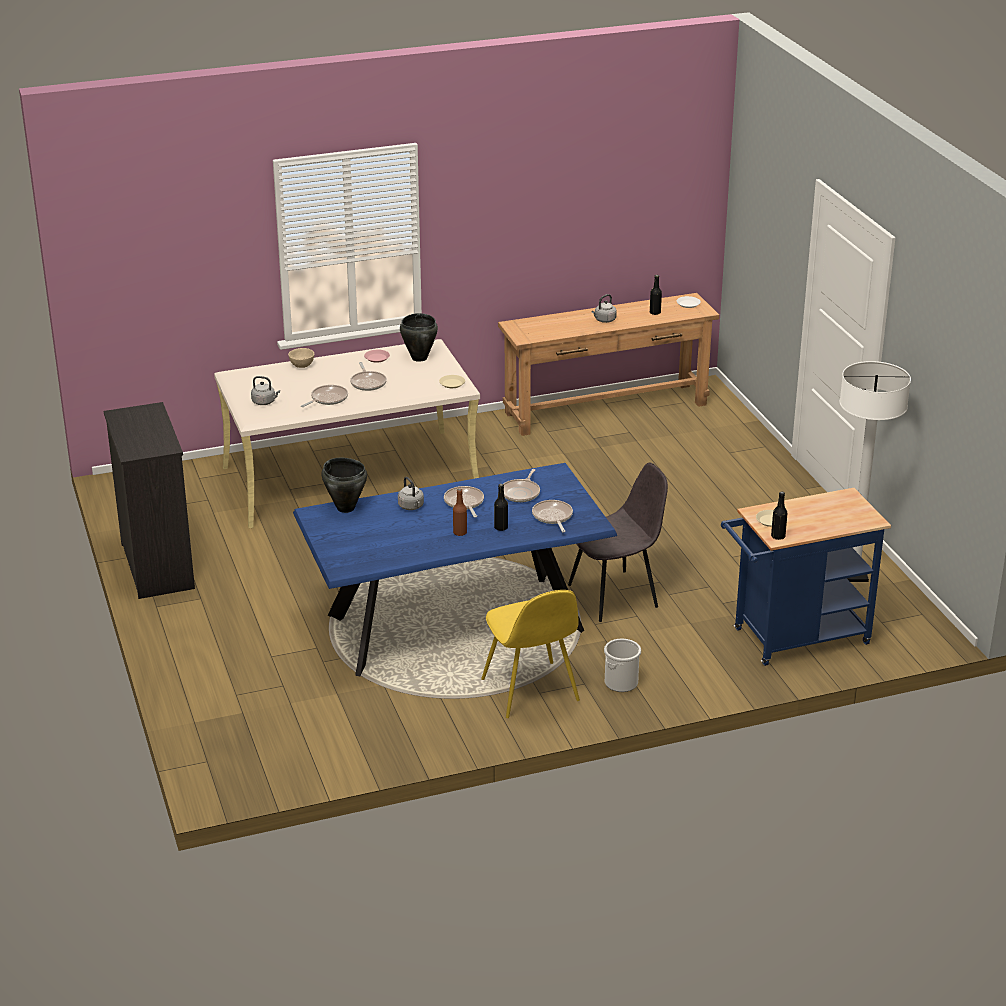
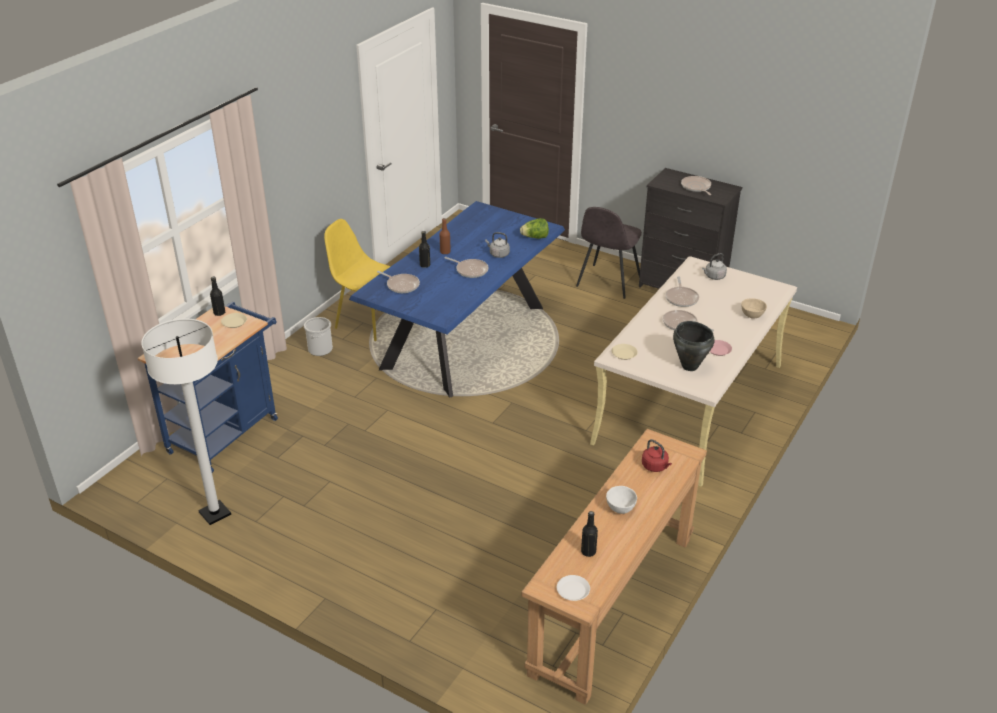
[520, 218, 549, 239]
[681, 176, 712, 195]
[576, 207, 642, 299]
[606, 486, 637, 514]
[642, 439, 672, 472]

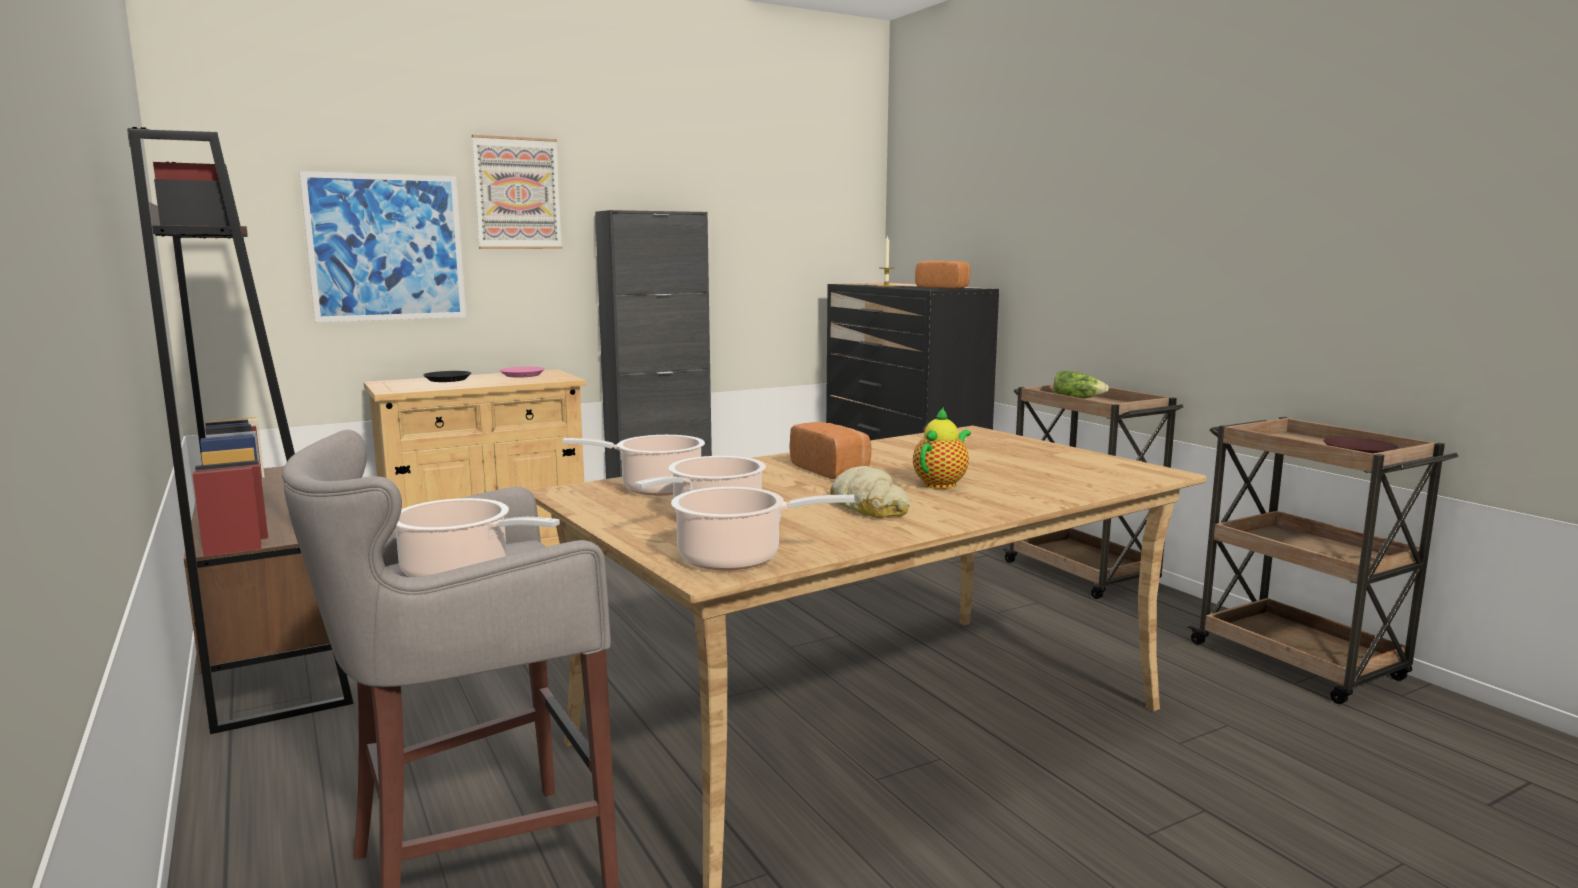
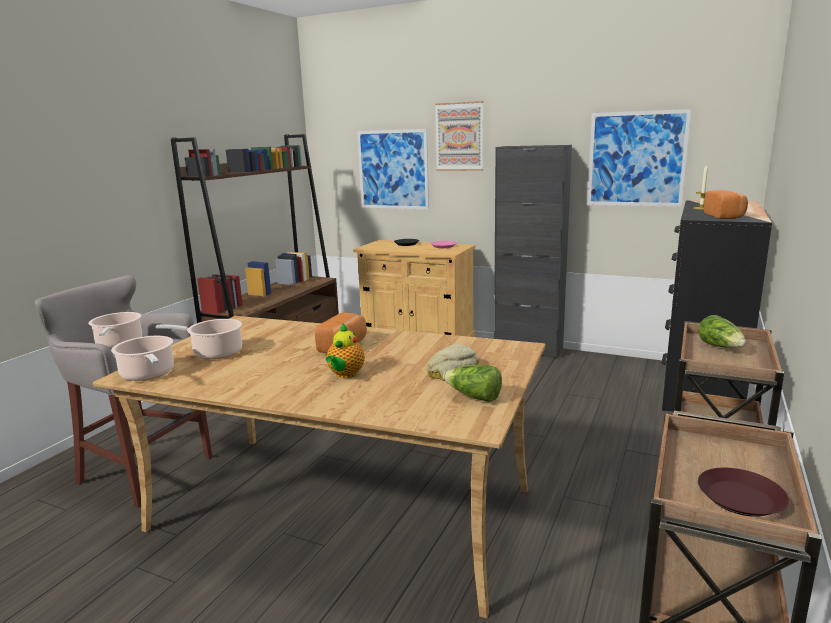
[562, 435, 705, 496] (first image)
[427, 344, 479, 381]
[326, 323, 365, 378]
[443, 365, 502, 402]
[587, 109, 692, 207]

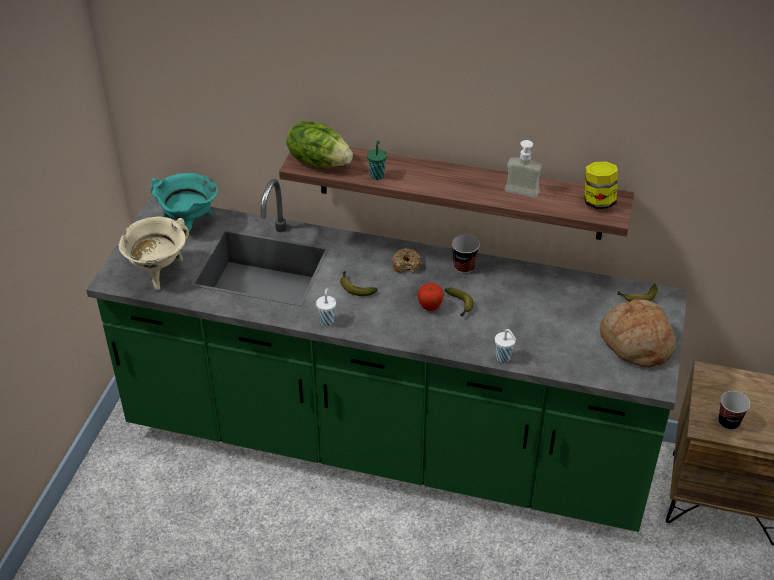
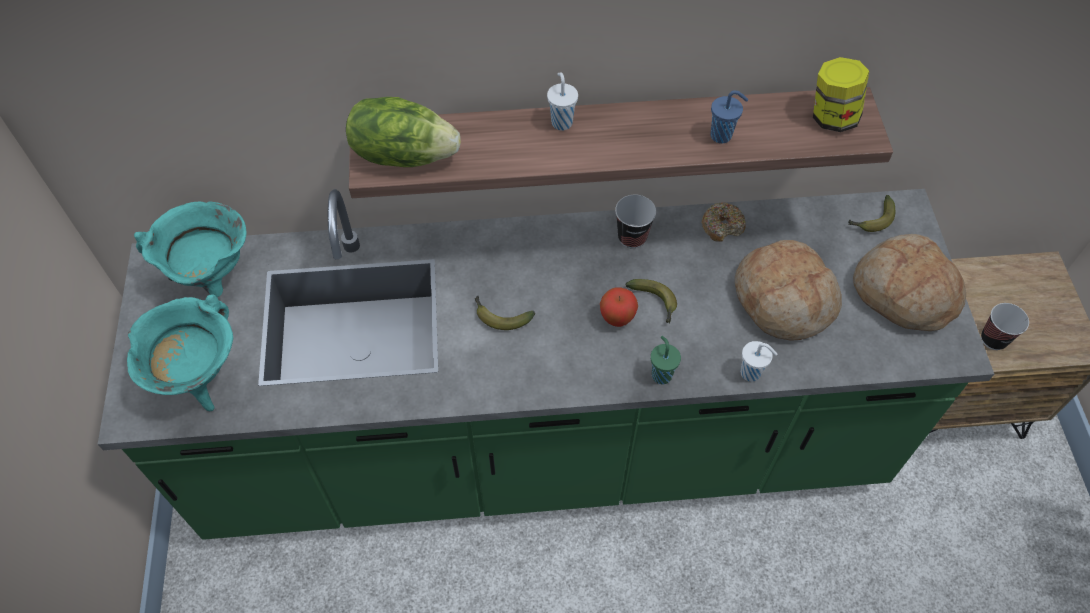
[127, 295, 233, 411]
[547, 73, 578, 130]
[651, 336, 681, 384]
[701, 202, 746, 242]
[711, 90, 748, 143]
[735, 240, 842, 341]

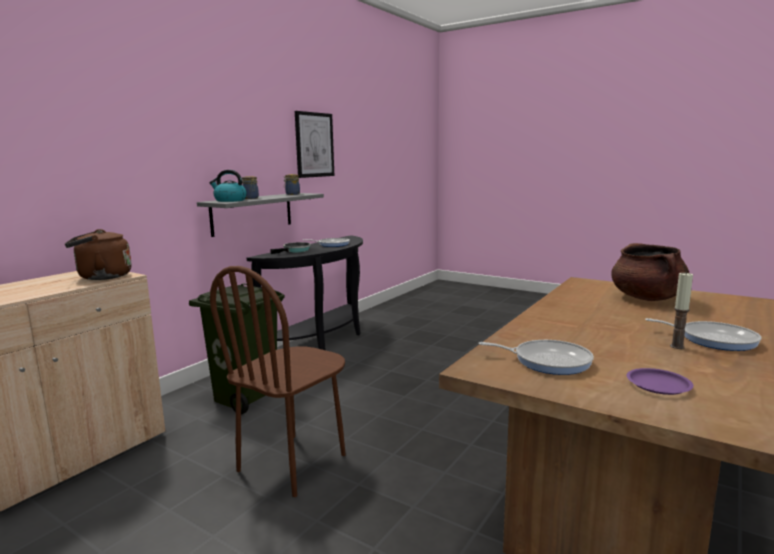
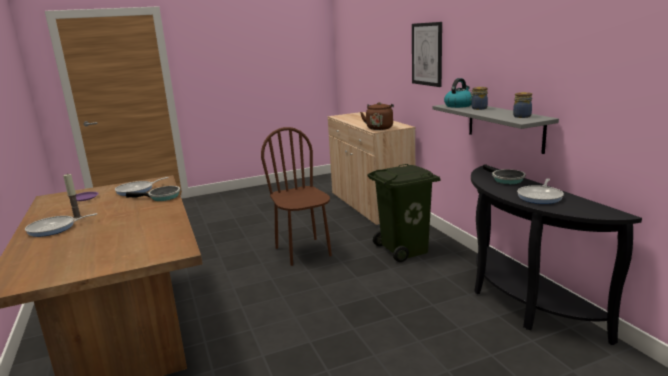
[412, 22, 442, 87]
[611, 243, 689, 301] (first image)
[126, 186, 180, 201]

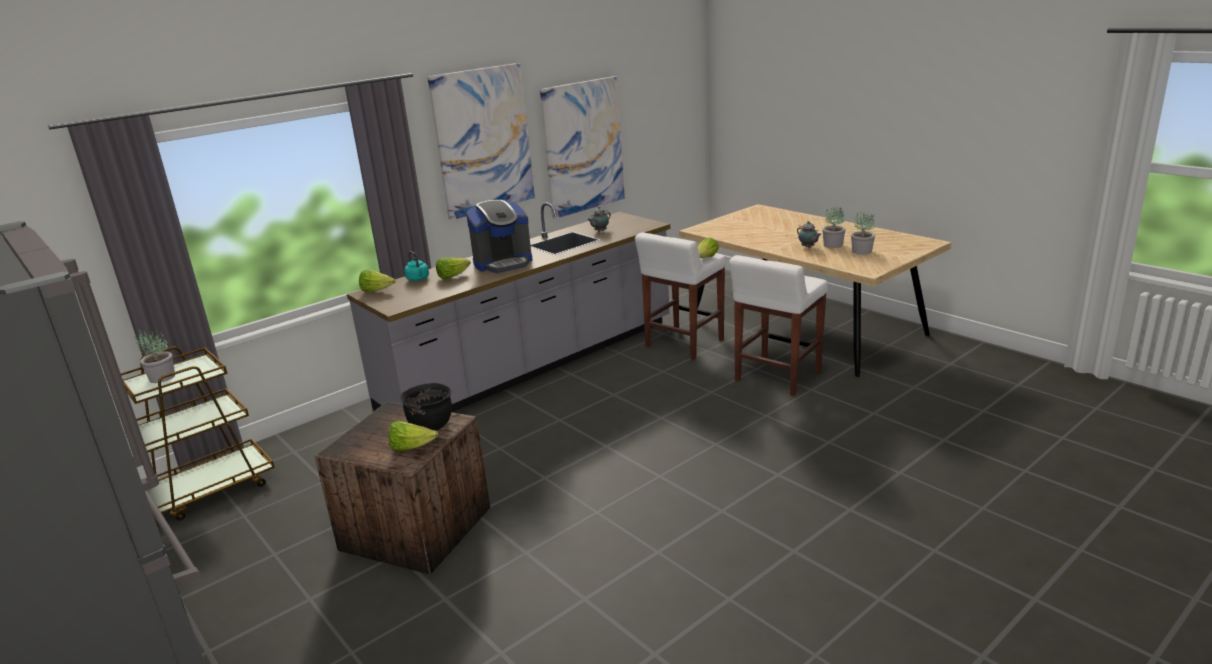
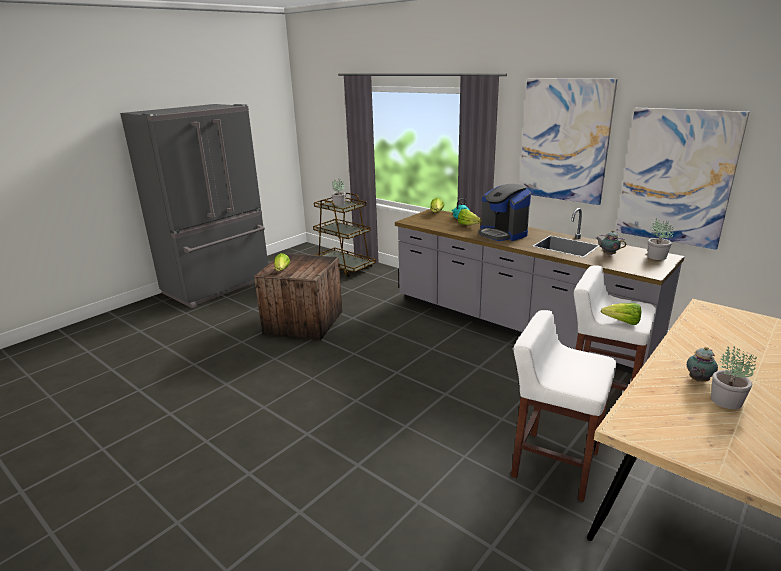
[400, 383, 452, 431] (first image)
[647, 218, 673, 260]

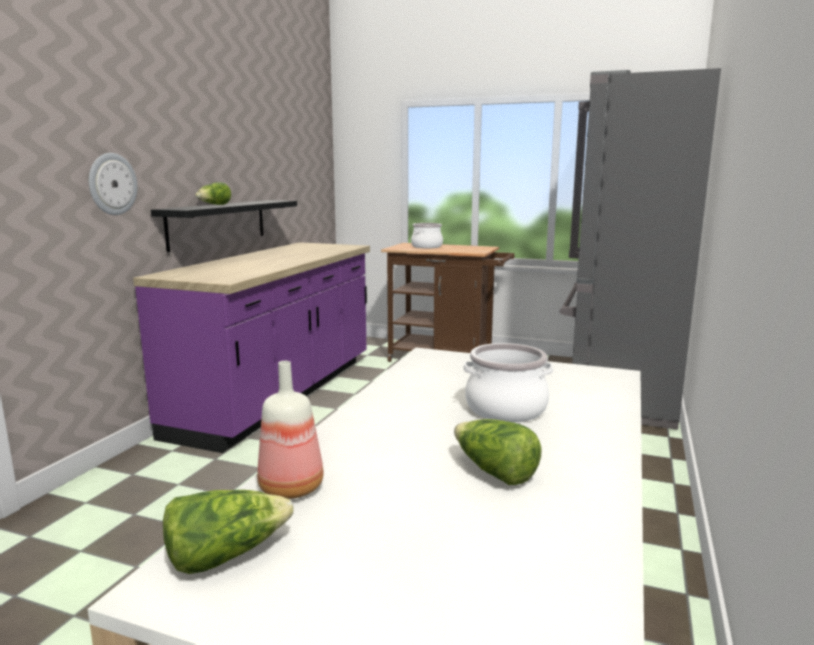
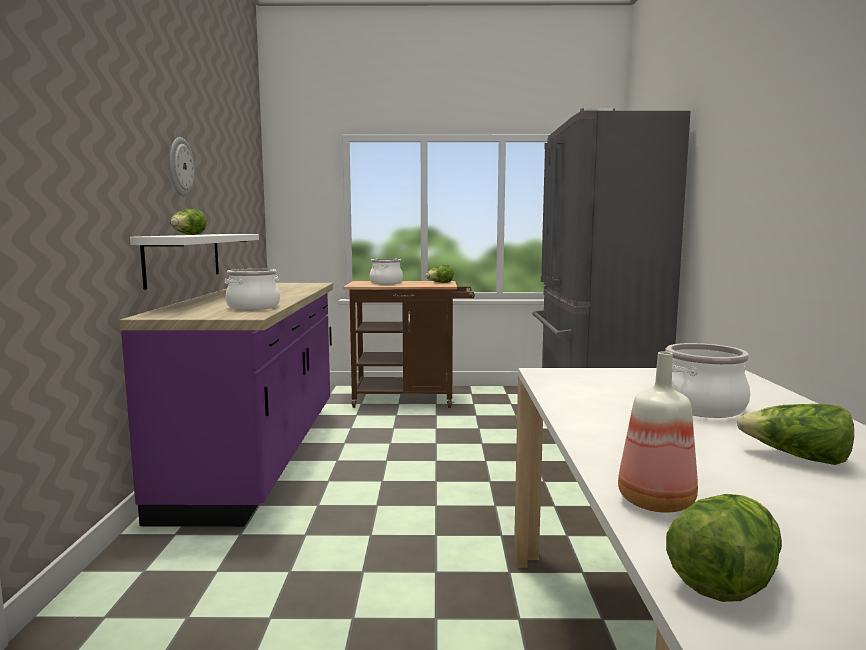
[169, 137, 195, 196]
[130, 234, 259, 290]
[225, 269, 280, 310]
[425, 265, 454, 283]

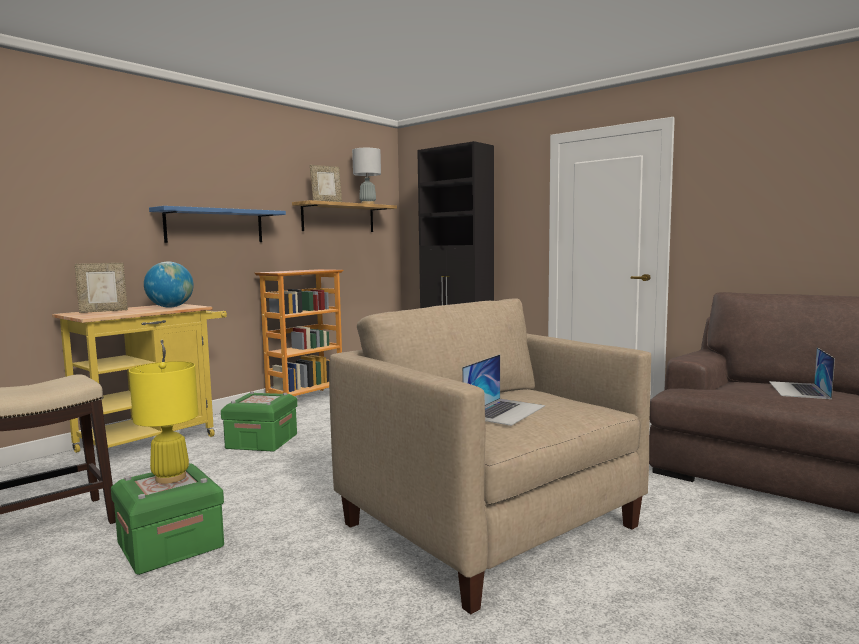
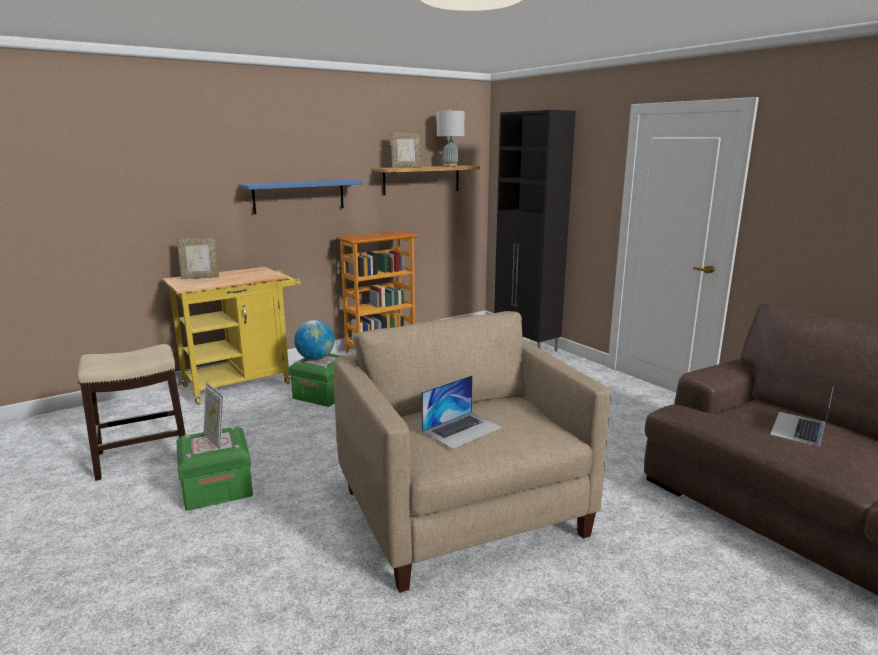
[203, 382, 224, 450]
[294, 320, 335, 360]

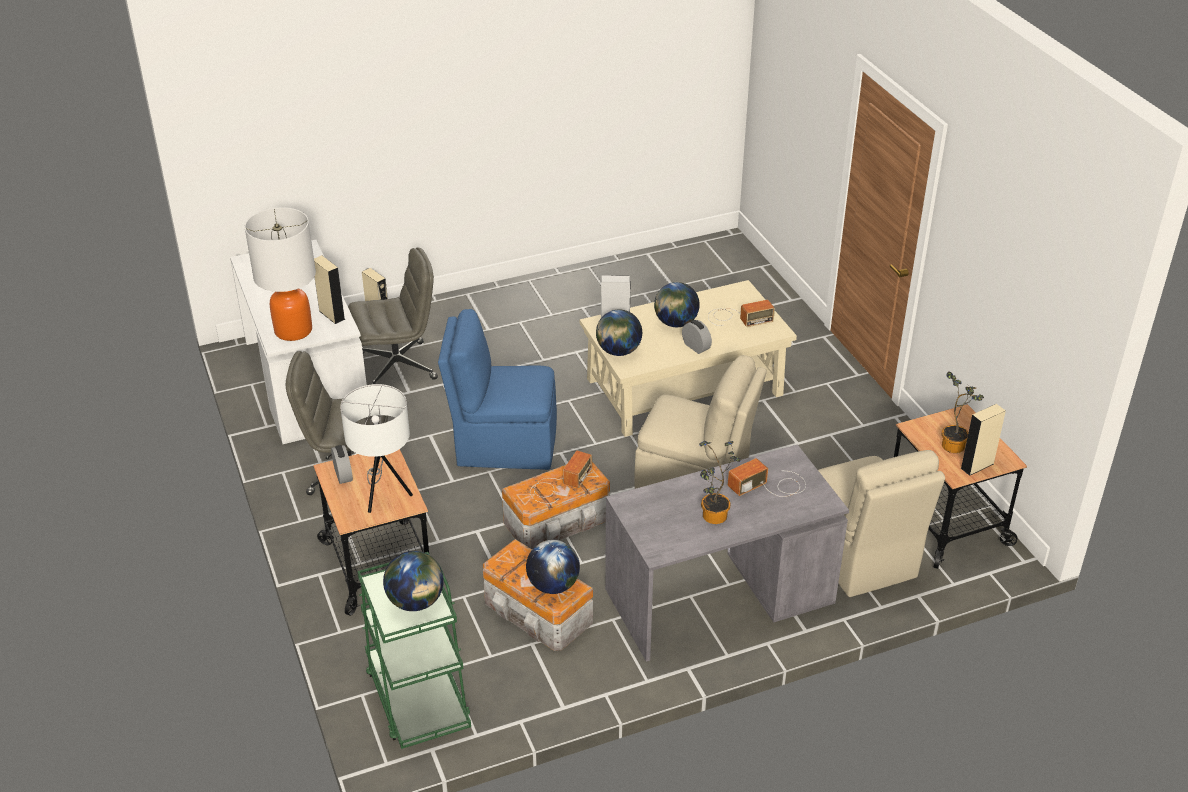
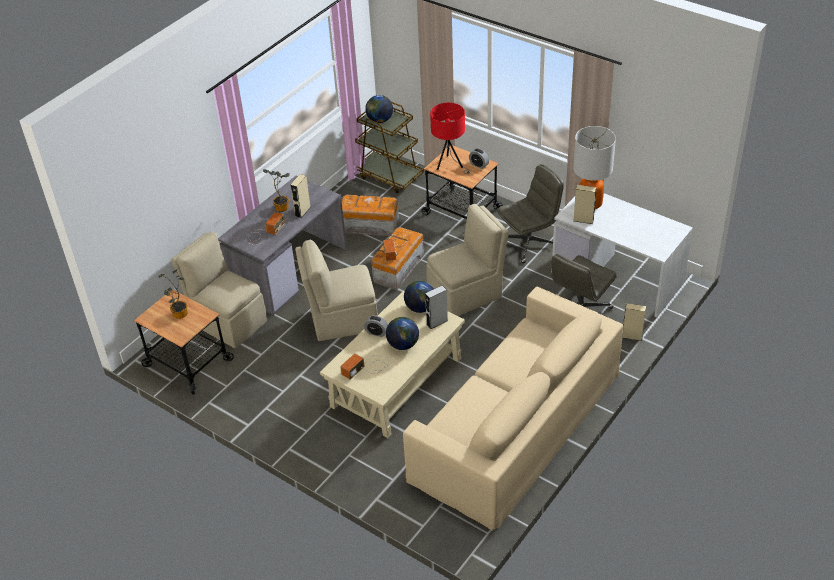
[430, 103, 470, 174]
[355, 102, 424, 193]
[426, 204, 509, 316]
[526, 540, 580, 594] (first image)
[290, 174, 310, 218]
[403, 287, 623, 531]

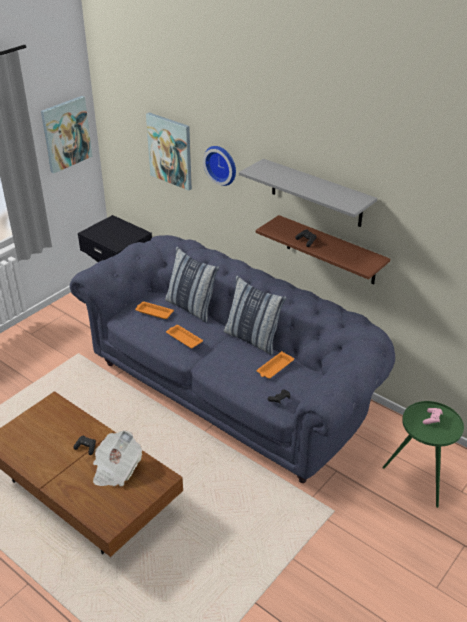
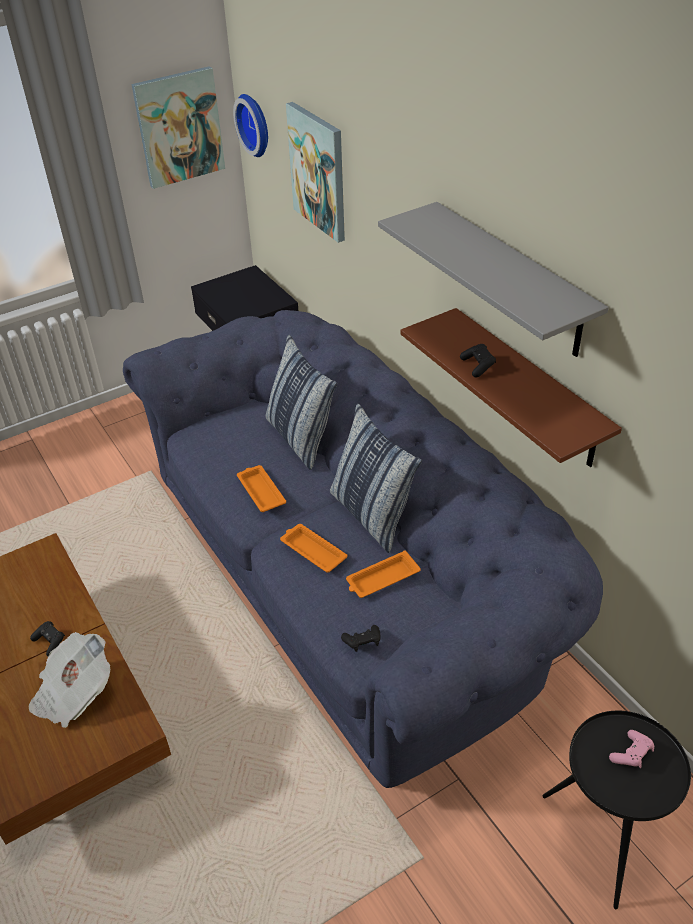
[280, 524, 348, 573]
[233, 94, 268, 157]
[542, 711, 691, 909]

